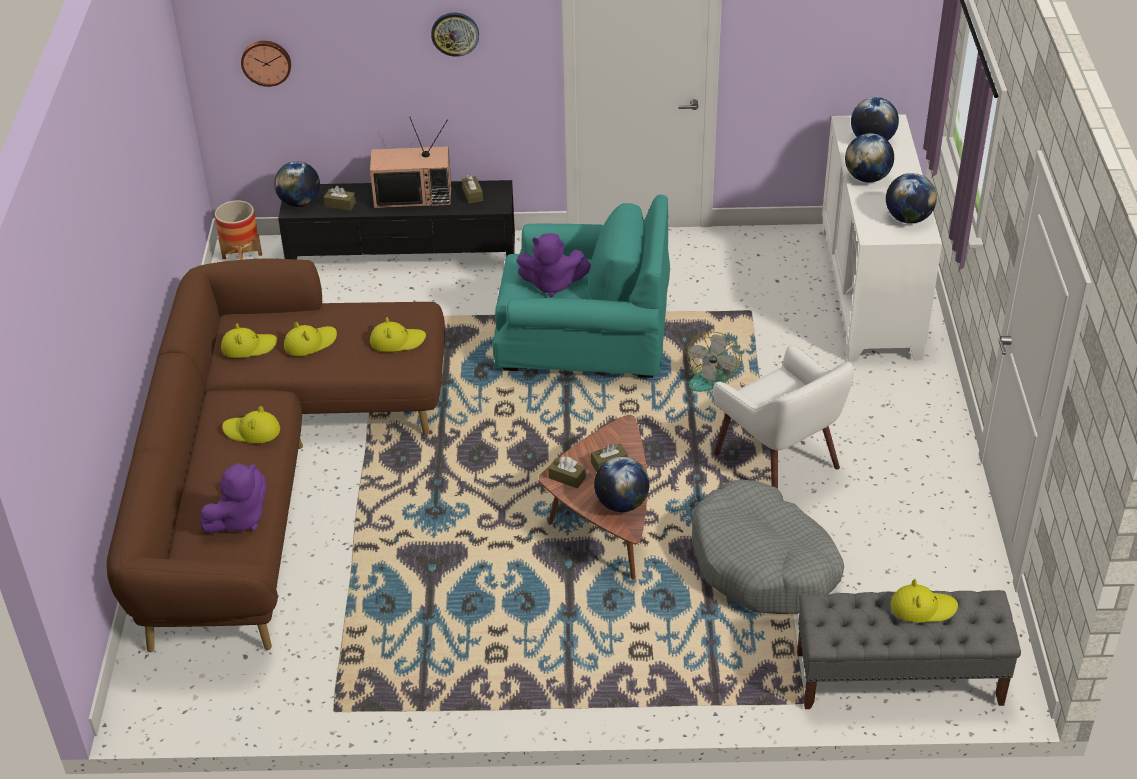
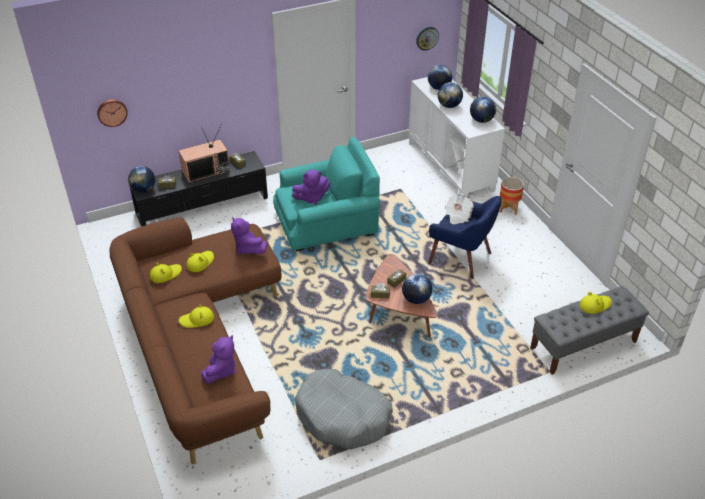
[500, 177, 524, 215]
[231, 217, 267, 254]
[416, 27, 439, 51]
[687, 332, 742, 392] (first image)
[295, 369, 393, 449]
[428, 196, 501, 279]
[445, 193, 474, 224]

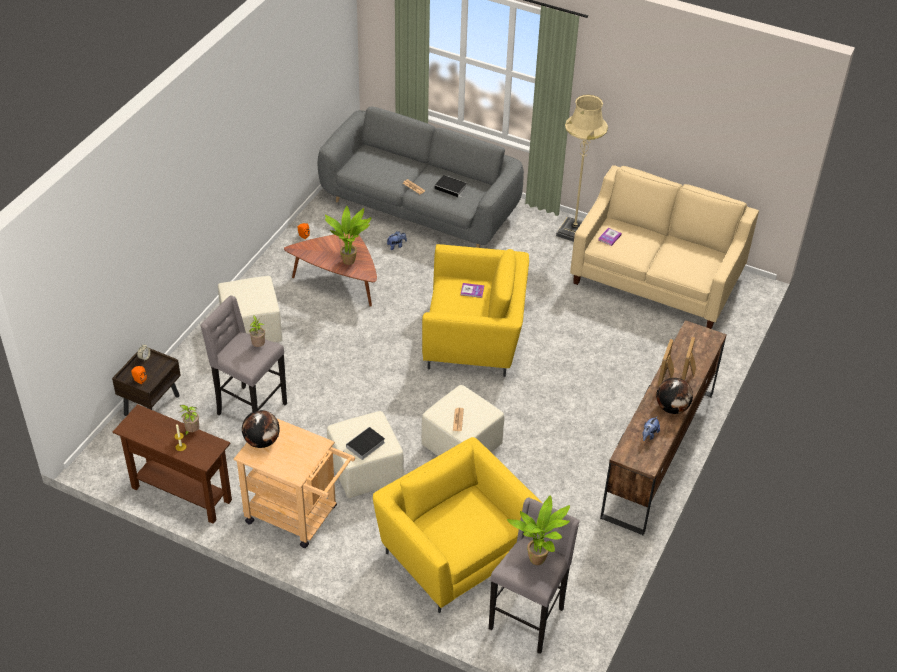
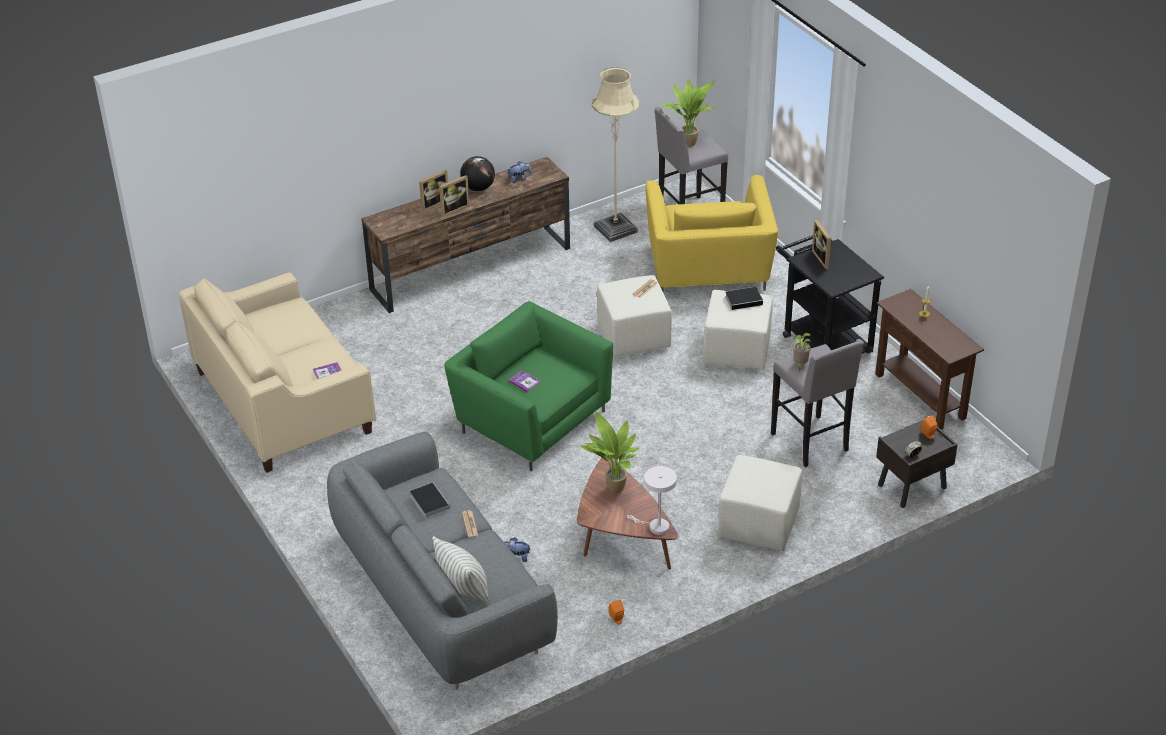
[178, 405, 199, 436] (first image)
[776, 235, 884, 354]
[242, 410, 280, 448] (first image)
[444, 301, 613, 471]
[592, 67, 639, 242]
[432, 536, 490, 604]
[627, 466, 677, 535]
[812, 220, 831, 269]

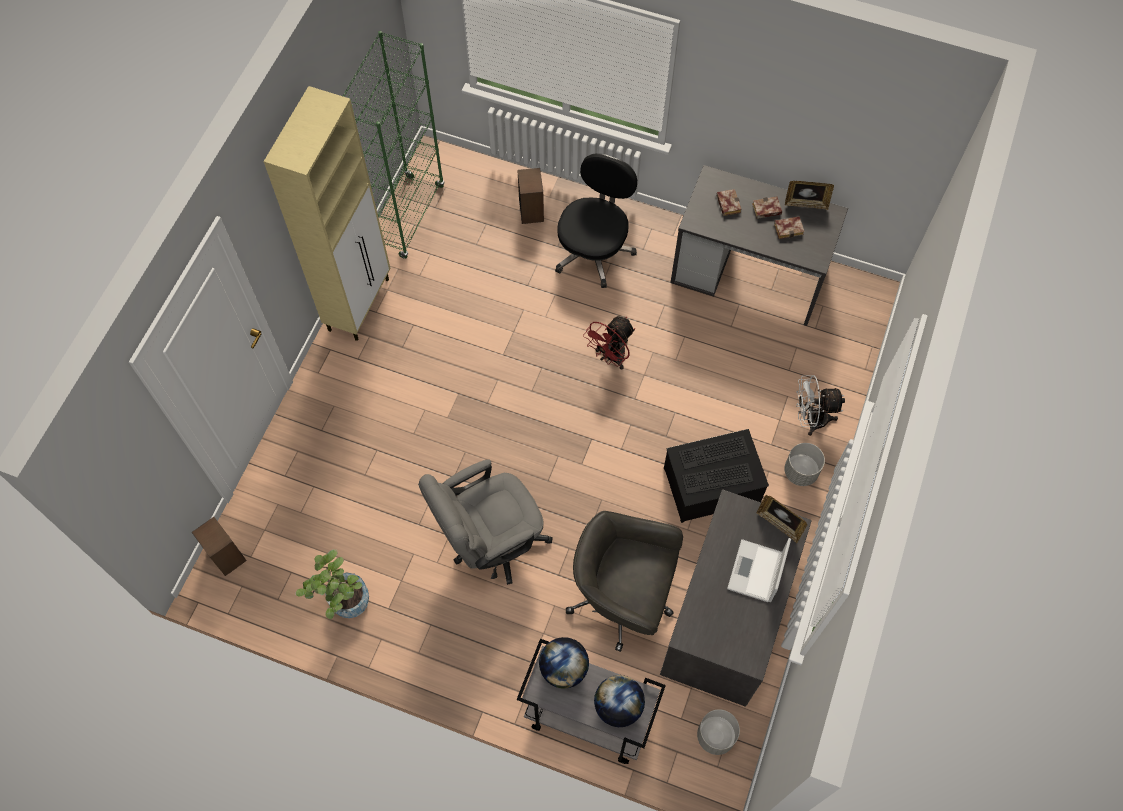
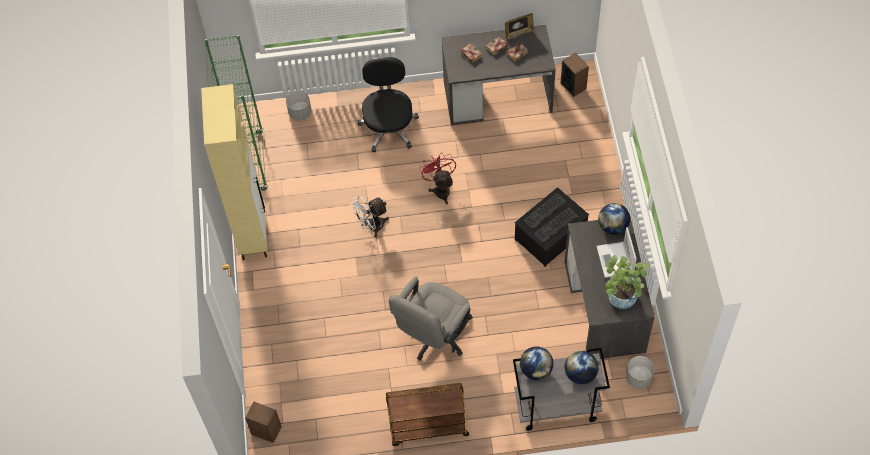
[605, 255, 650, 309]
[561, 53, 589, 97]
[566, 511, 683, 652] (first image)
[420, 153, 456, 204]
[598, 203, 630, 235]
[286, 91, 312, 121]
[351, 196, 389, 237]
[386, 383, 469, 446]

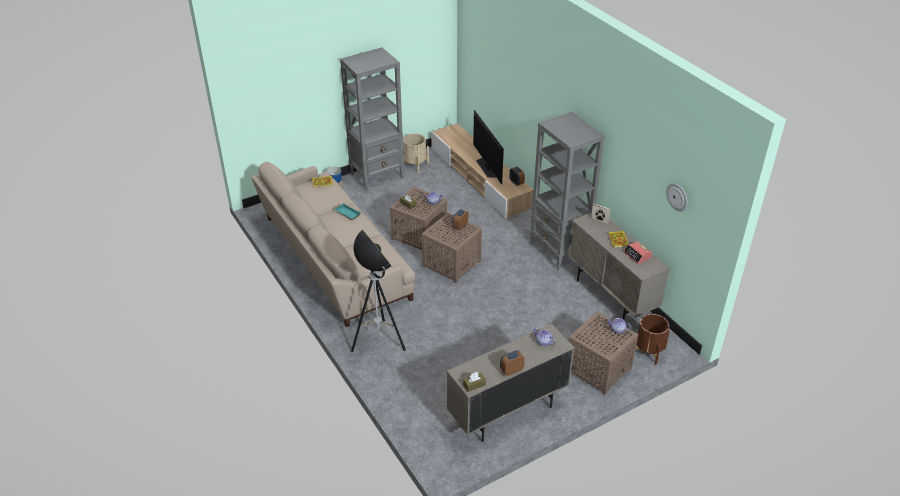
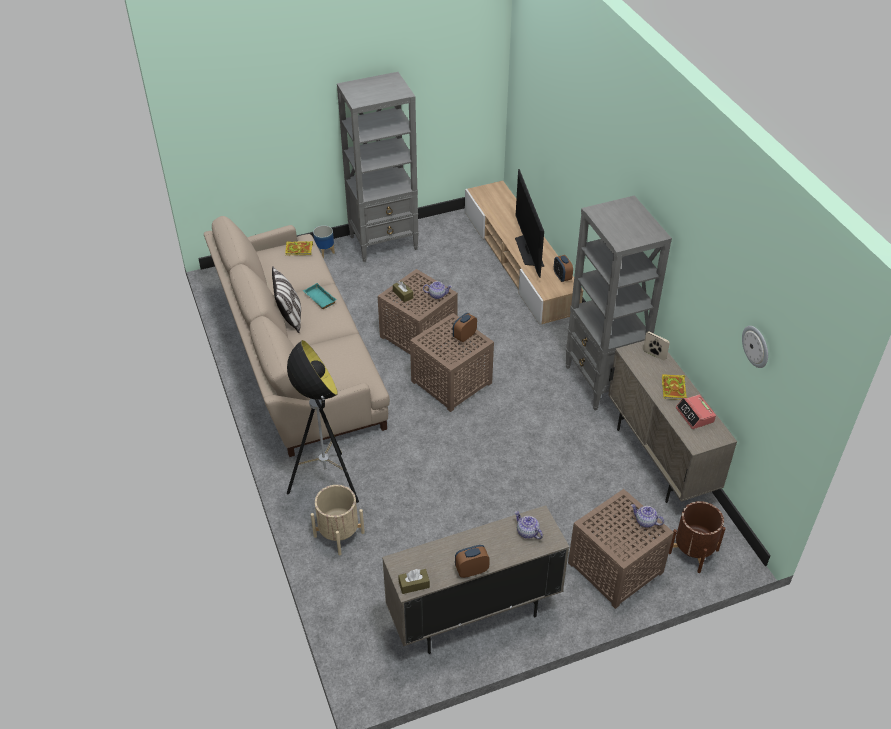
[311, 485, 365, 556]
[272, 266, 301, 333]

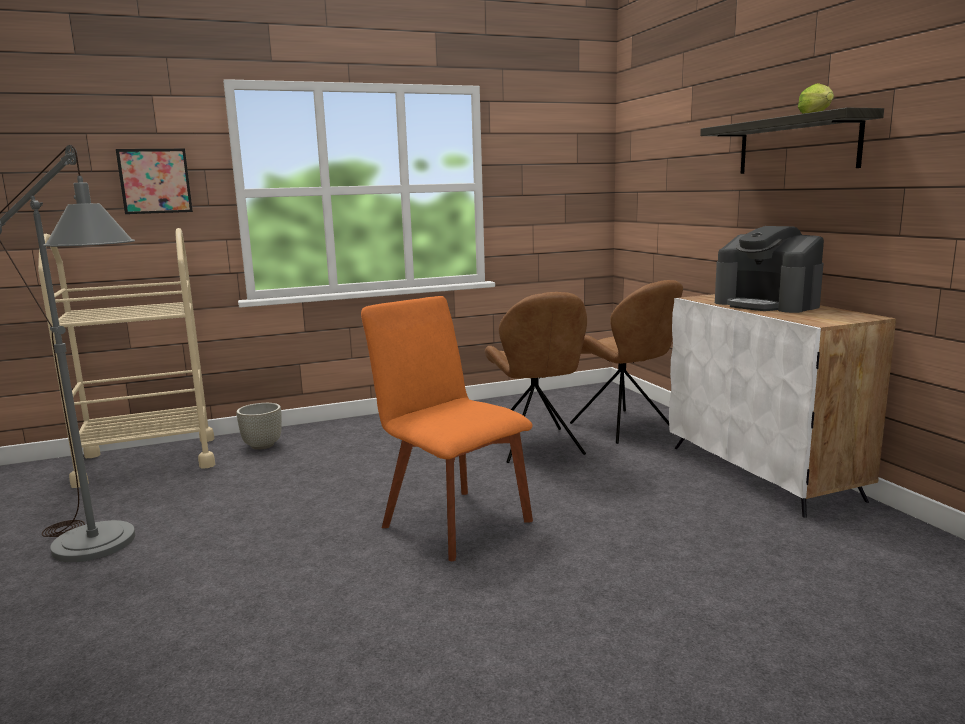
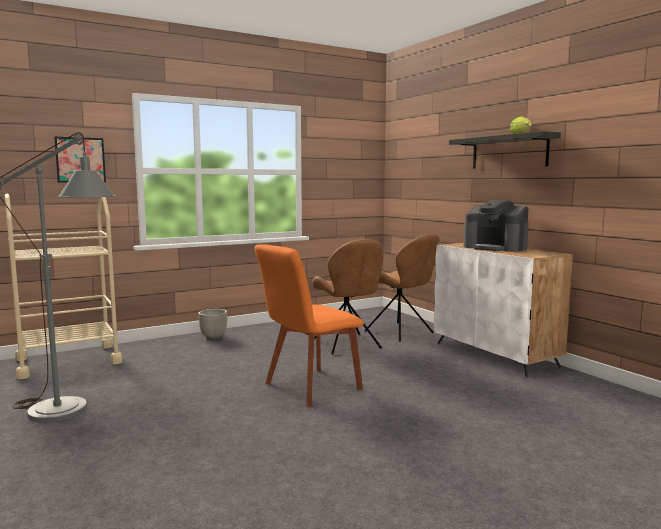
[198, 309, 227, 339]
[255, 244, 364, 407]

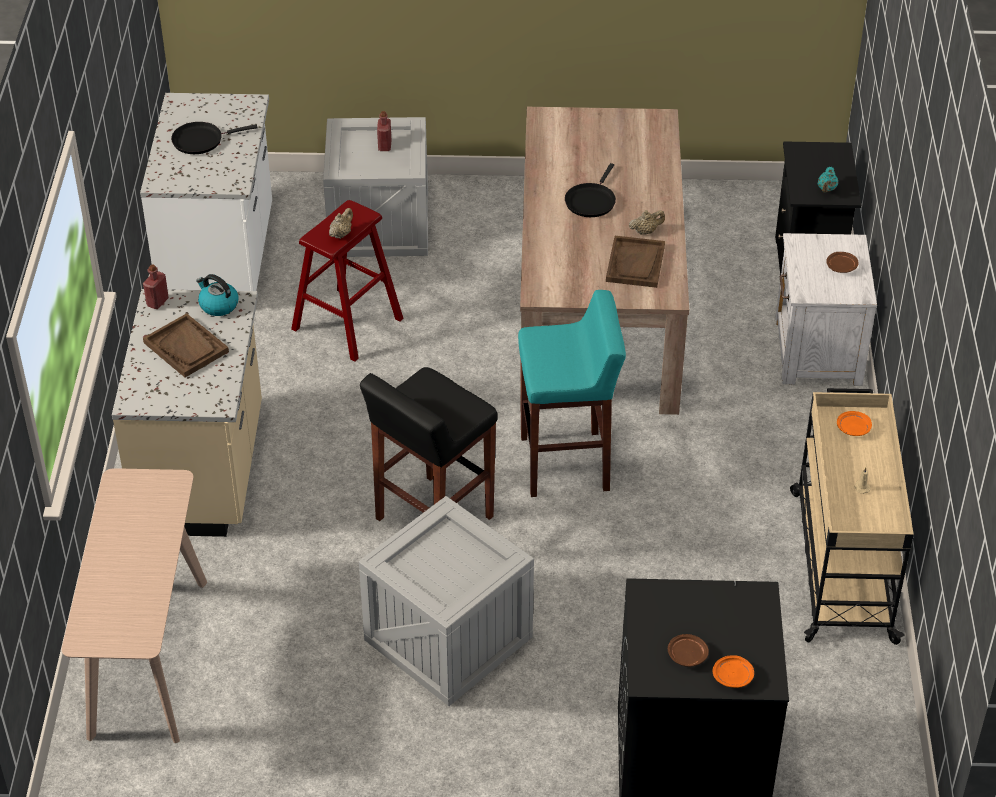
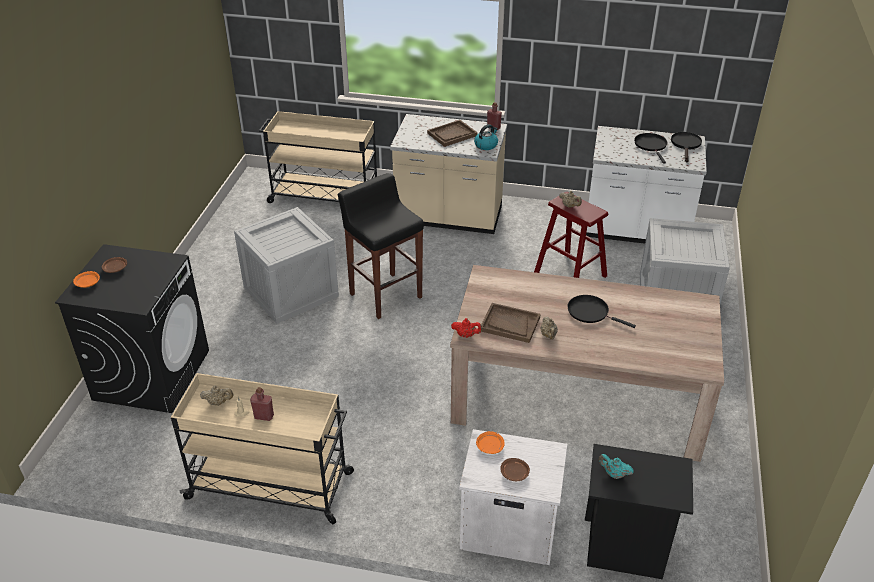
[259, 111, 377, 203]
[250, 387, 274, 421]
[518, 290, 626, 497] (first image)
[476, 431, 505, 454]
[200, 385, 234, 406]
[451, 318, 482, 338]
[671, 132, 702, 162]

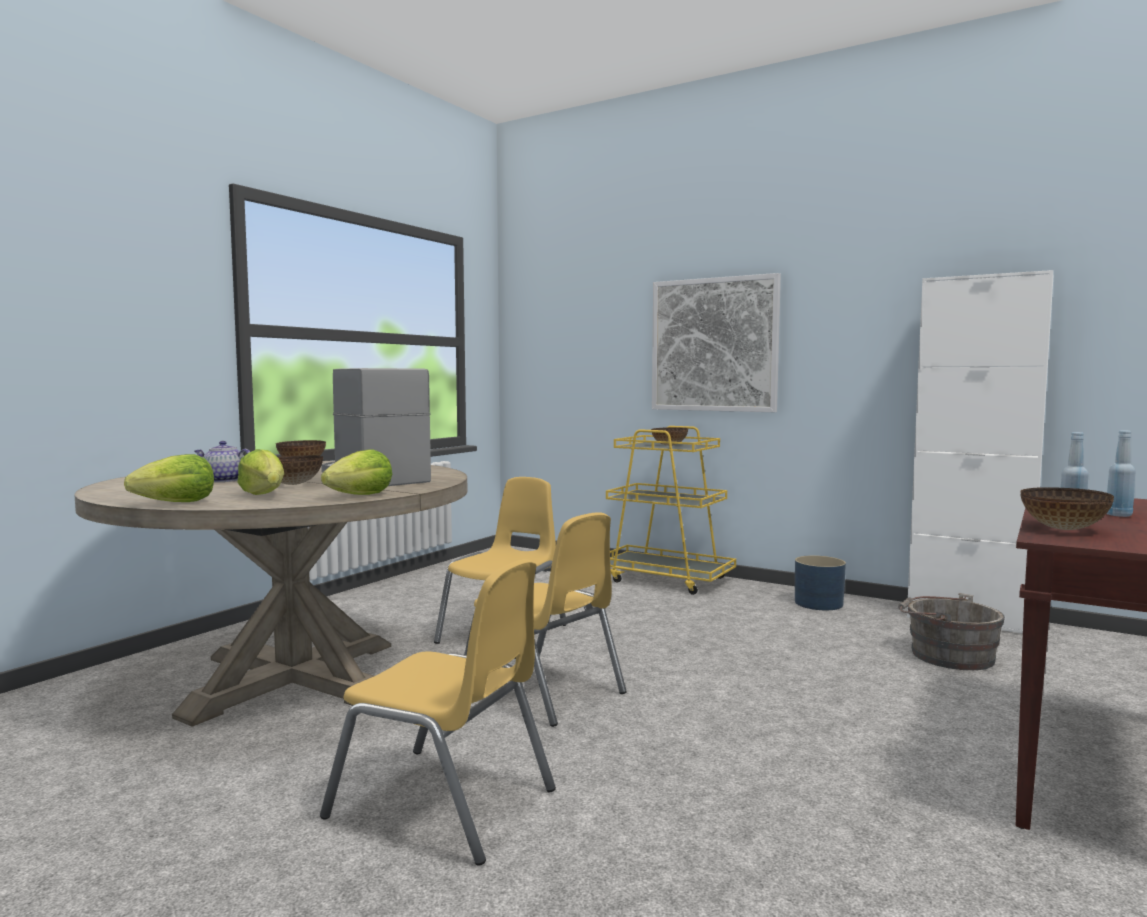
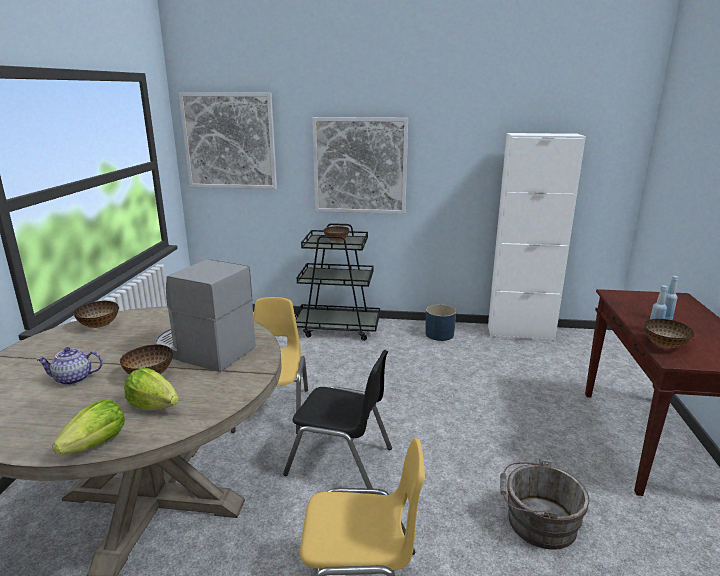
[321, 450, 392, 495] (first image)
[283, 350, 392, 489]
[295, 223, 380, 341]
[500, 459, 589, 550]
[179, 93, 277, 189]

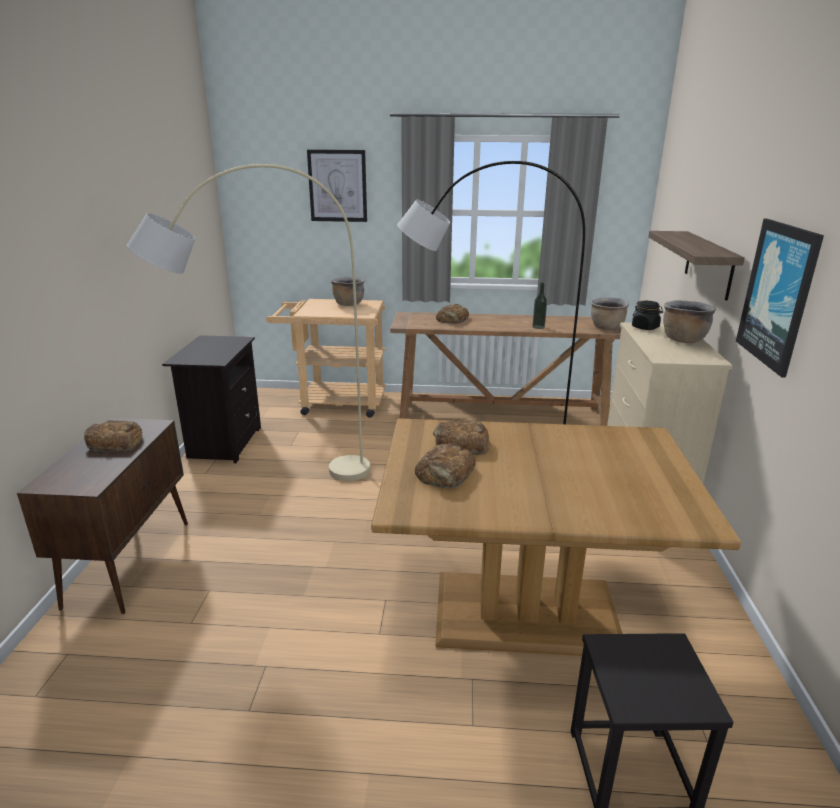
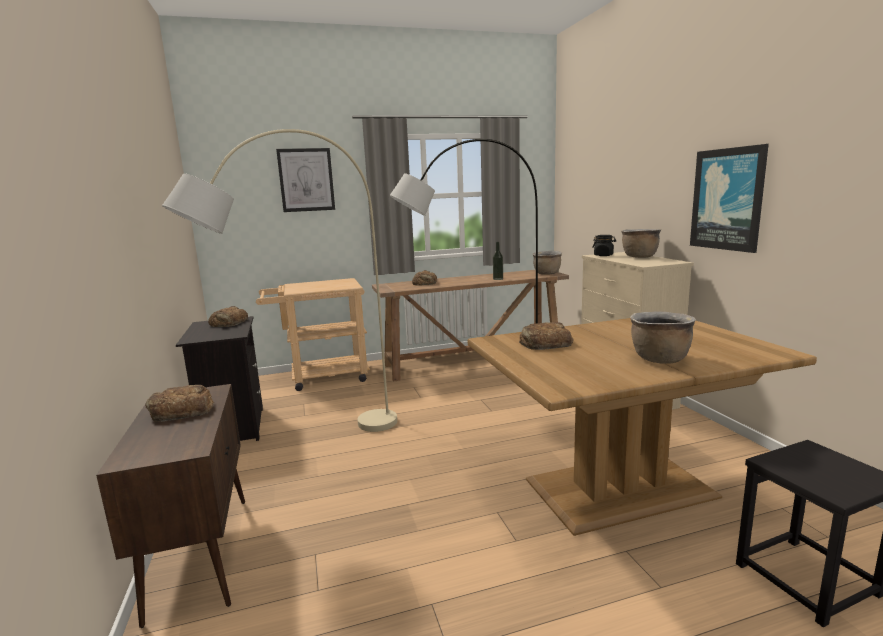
[630, 311, 696, 364]
[208, 306, 248, 327]
[649, 231, 745, 301] (first image)

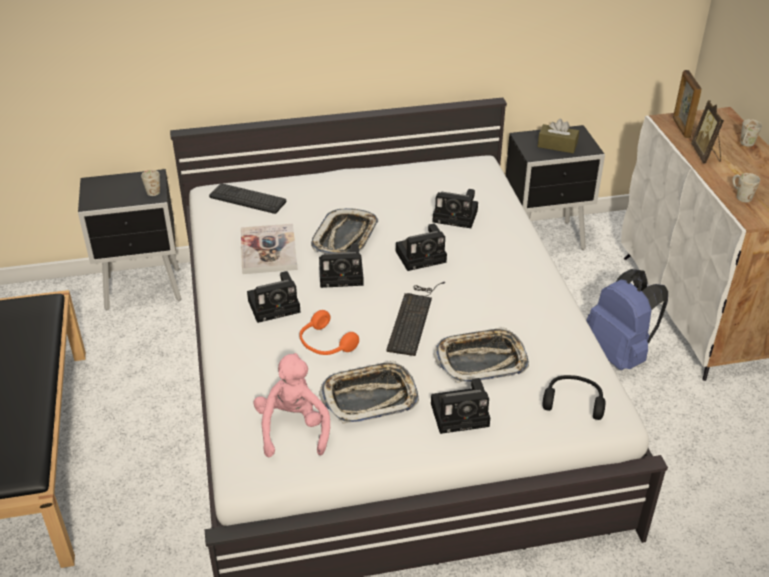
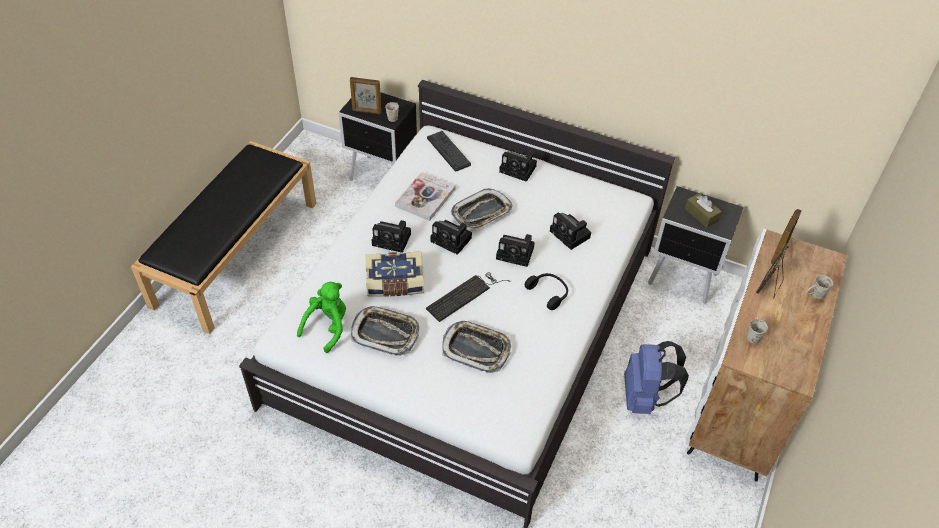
[297, 282, 346, 353]
[365, 251, 424, 297]
[499, 151, 537, 182]
[525, 273, 568, 310]
[350, 77, 381, 114]

